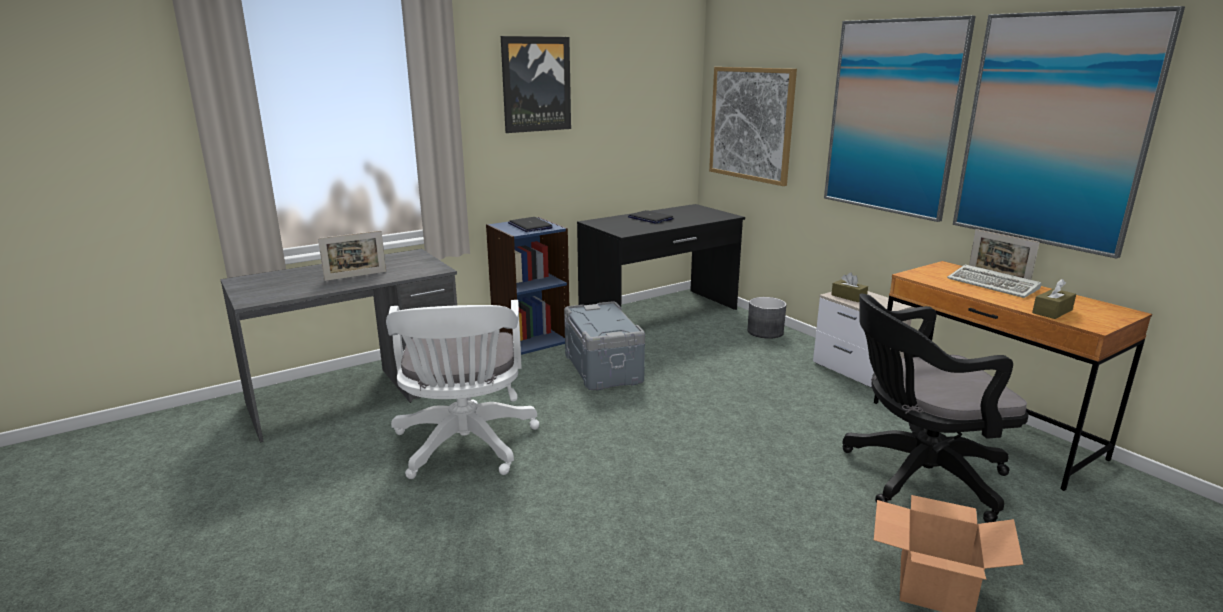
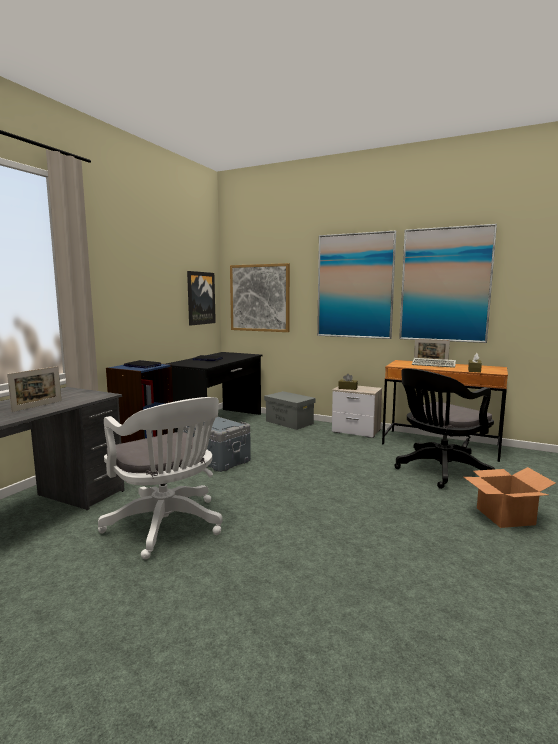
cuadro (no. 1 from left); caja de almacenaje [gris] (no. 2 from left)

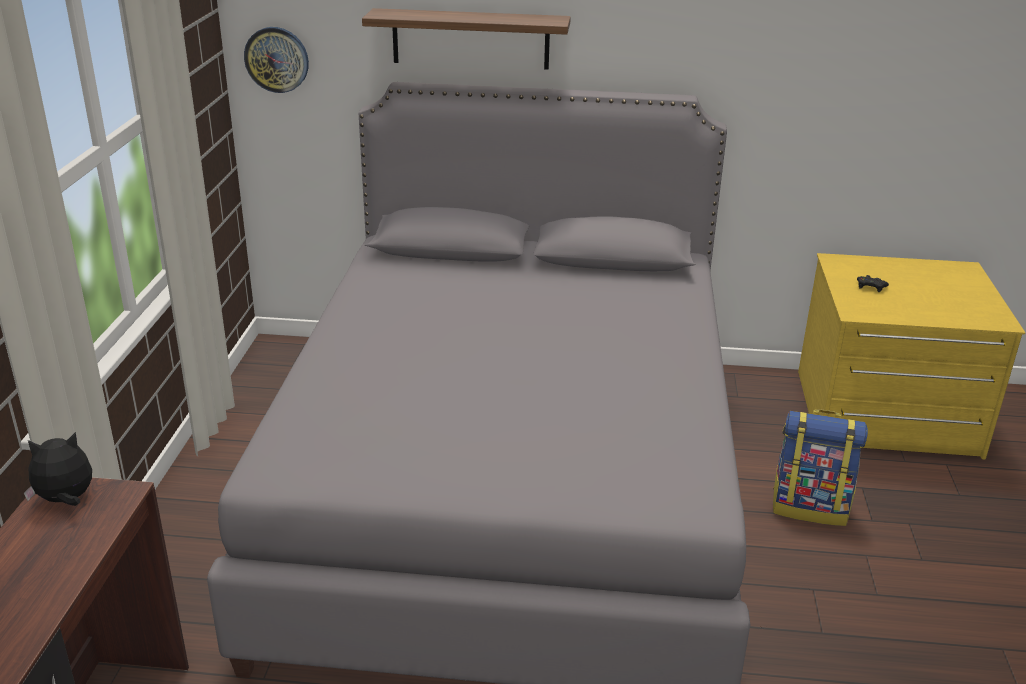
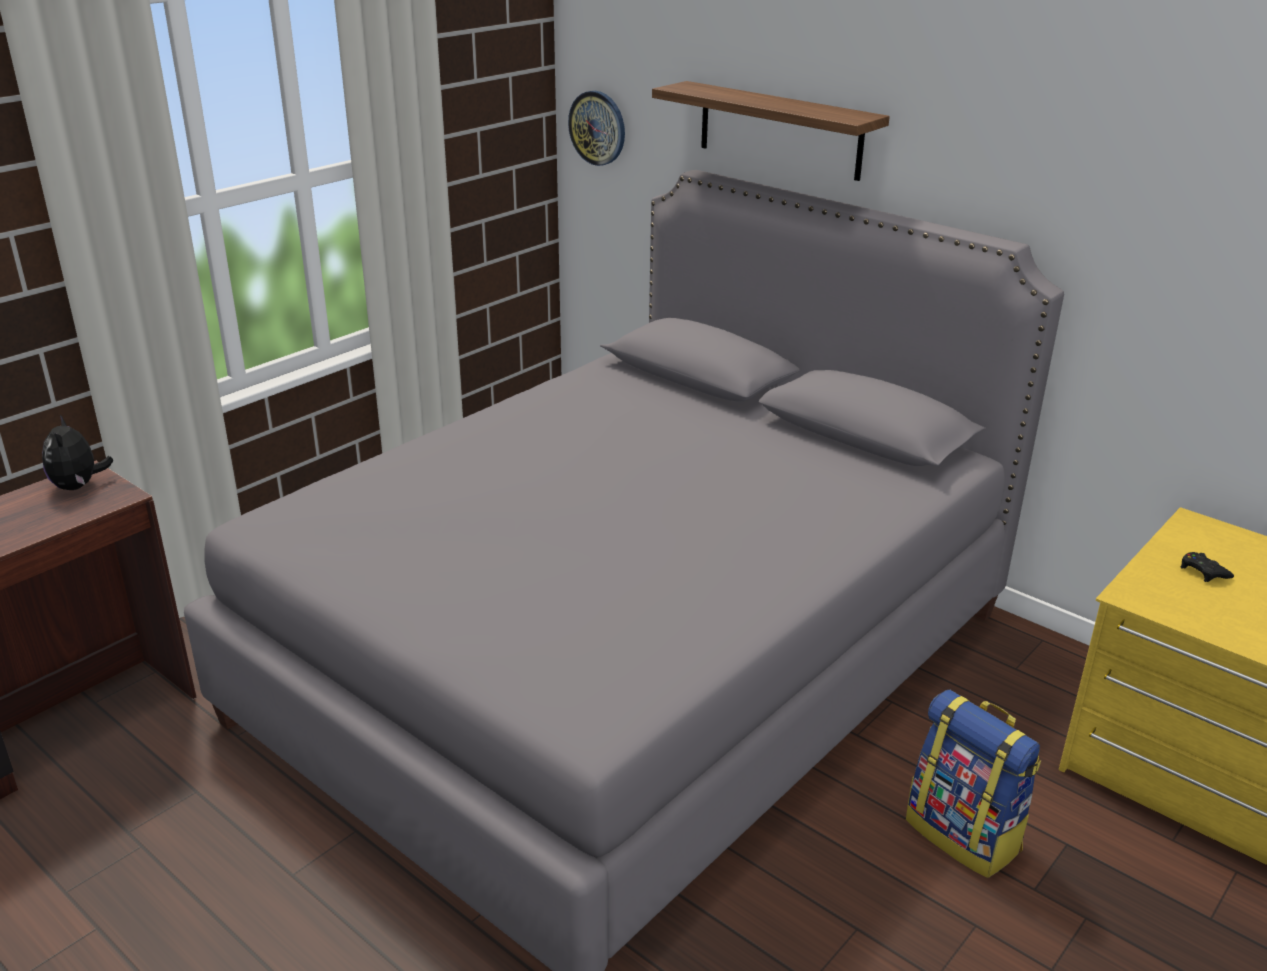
peluche

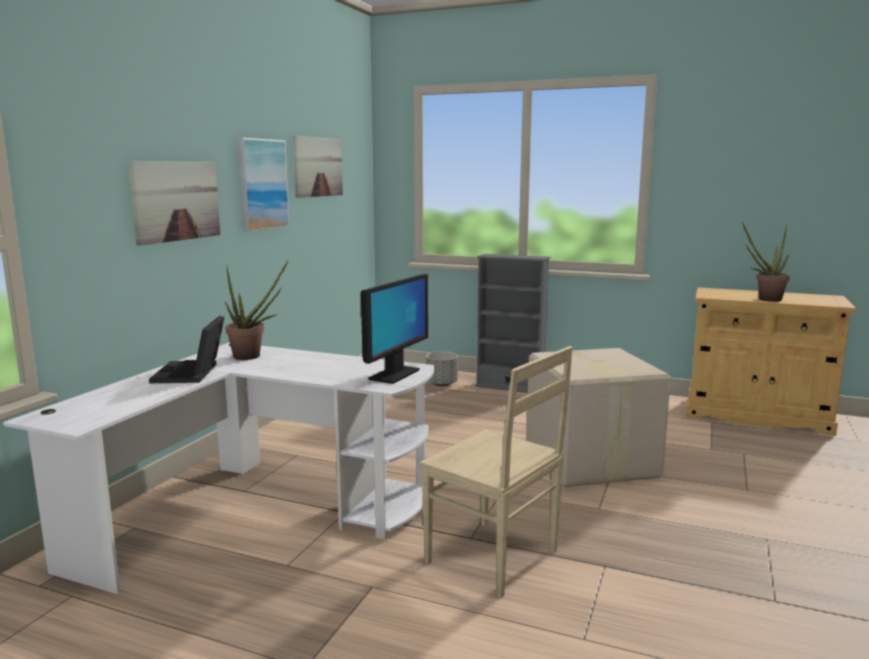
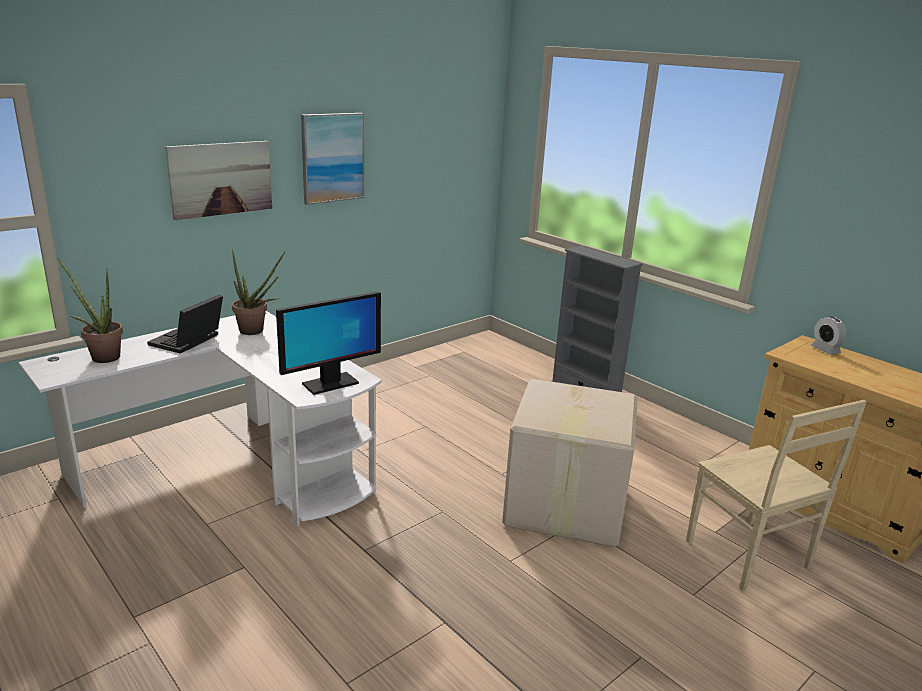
planta en maceta (no. 1 from left); silla [beis]; despertador; cuadro (no. 3 from left in the first image); maceta [gris]

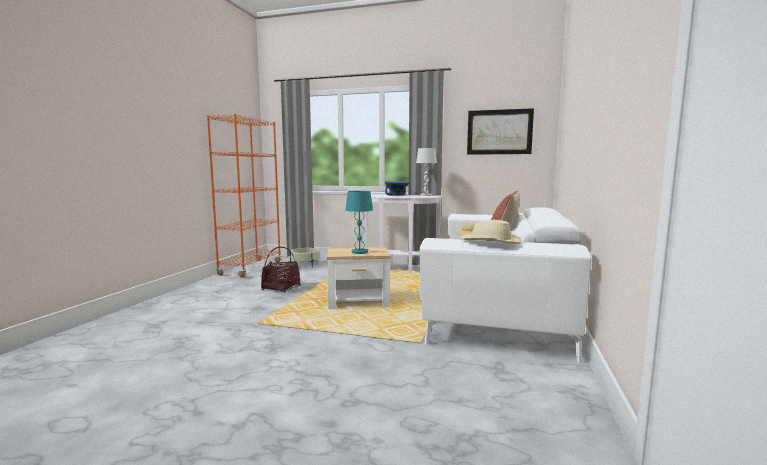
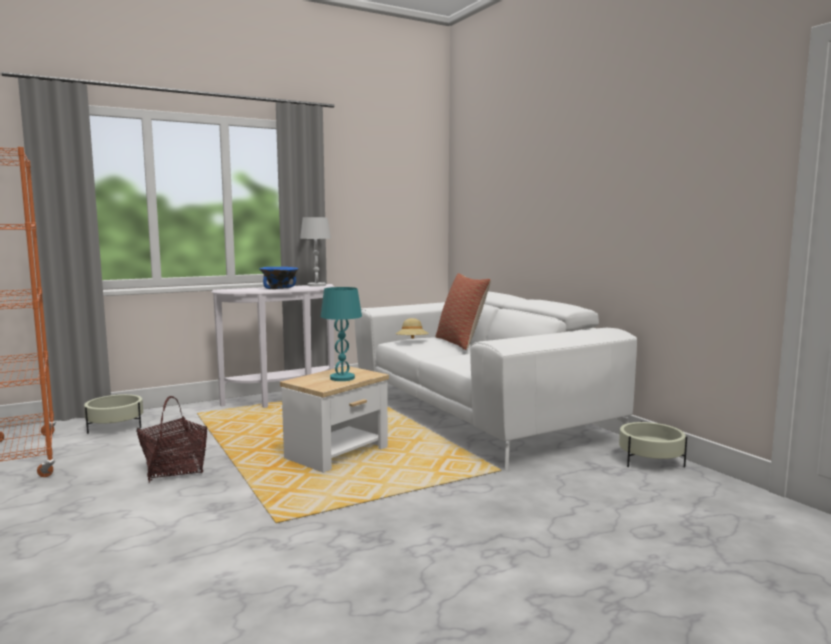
maceta [beis] (no. 2 from left); sombrero [beis] (no. 2 from left in the first image); cuadro

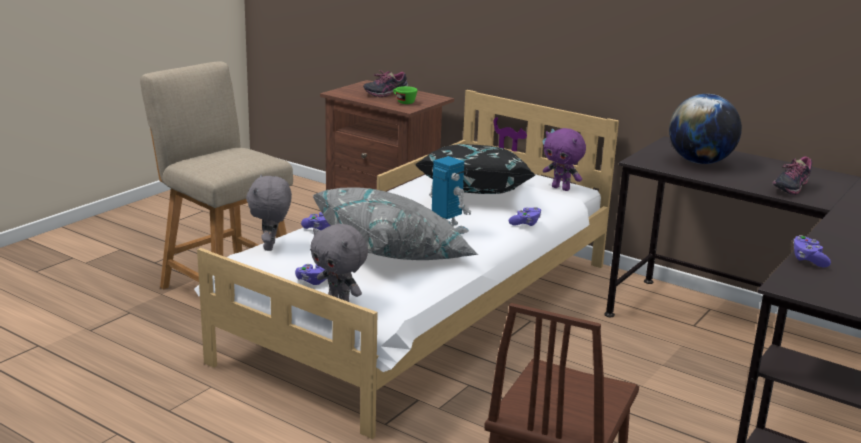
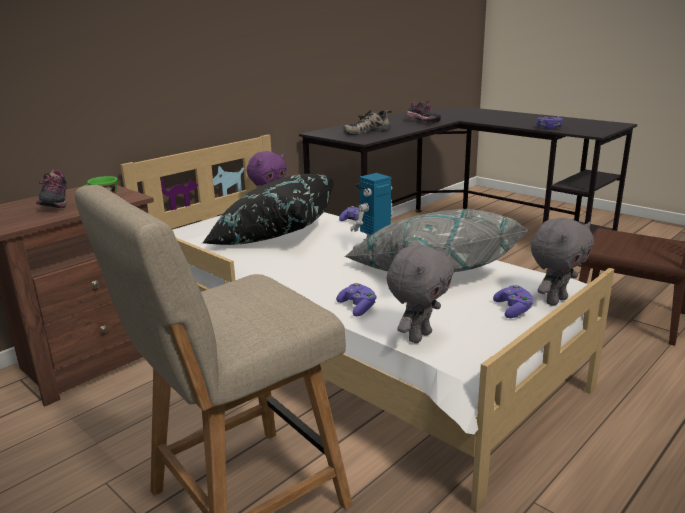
zapato (no. 2 from left); peluche [gris] (no. 1 from left)

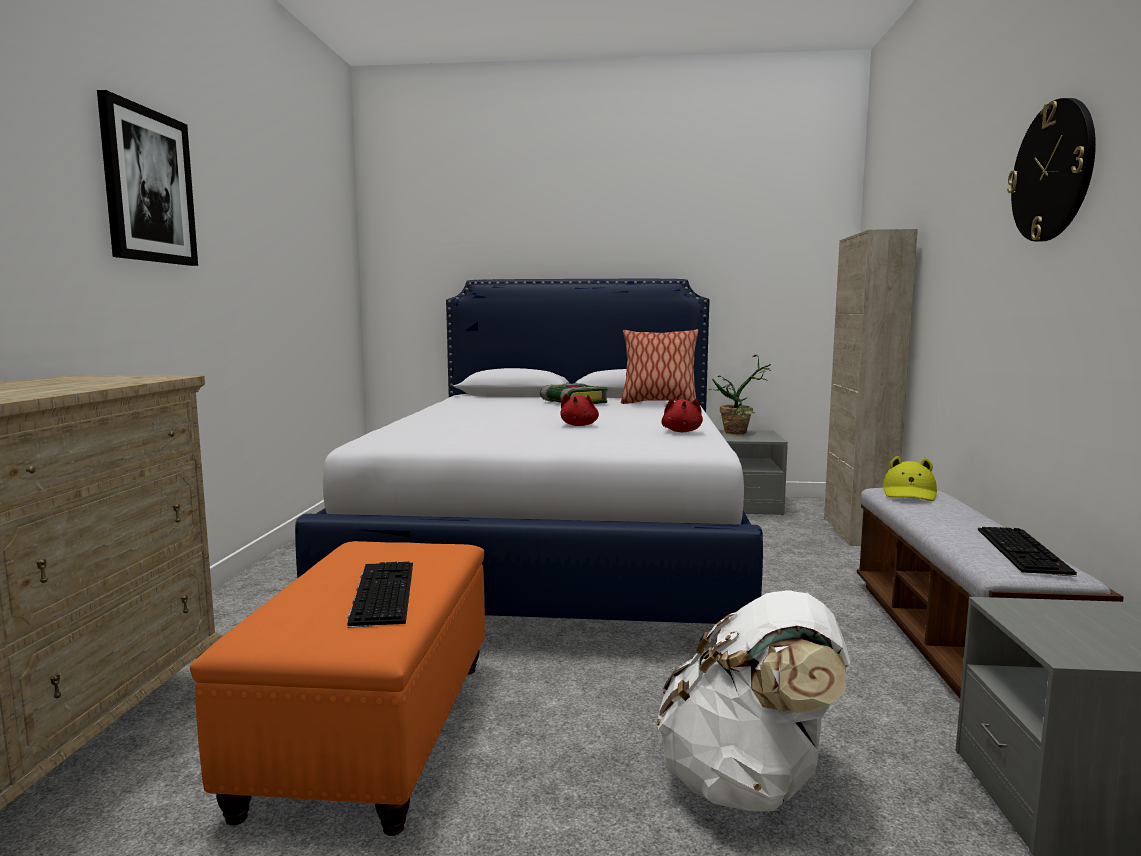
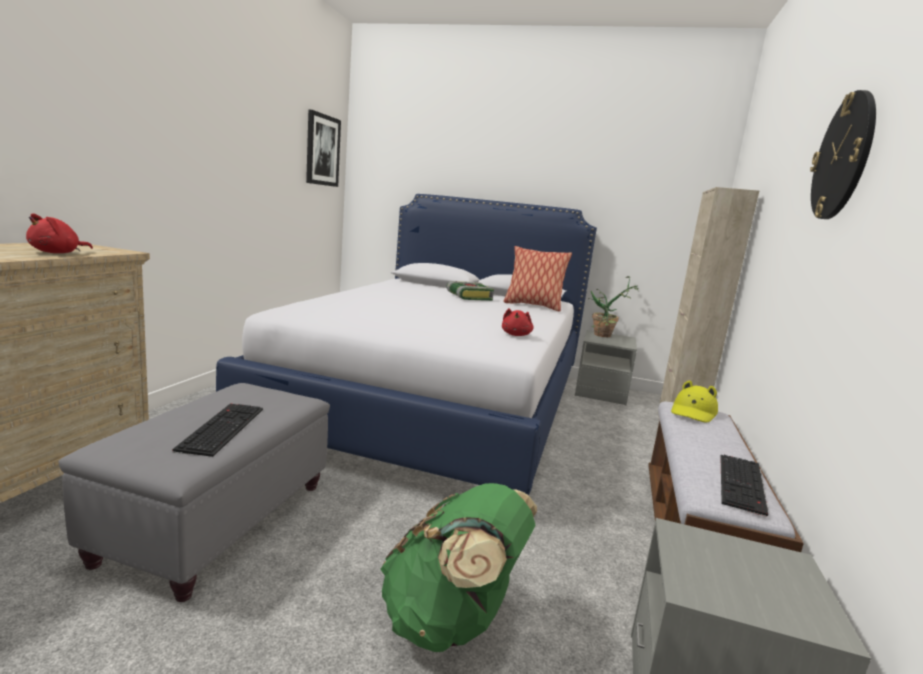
peluche [rojo] (no. 1 from left); puf [gris]; cuadro; mochila [verde]

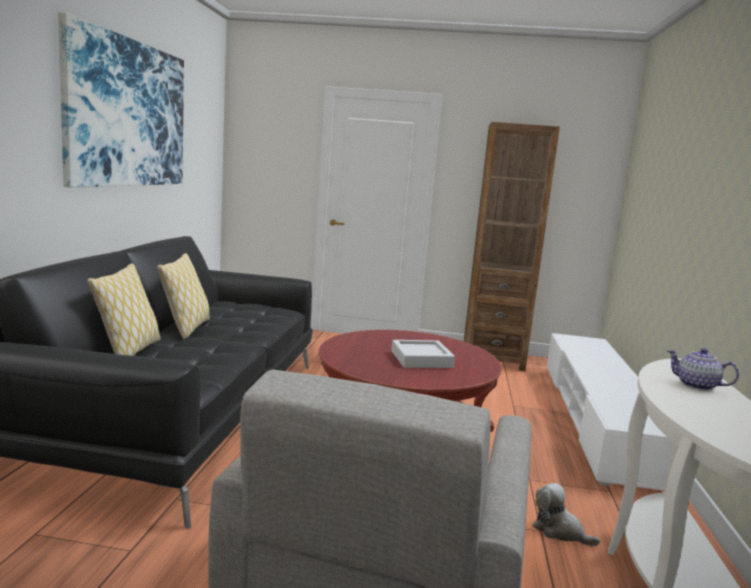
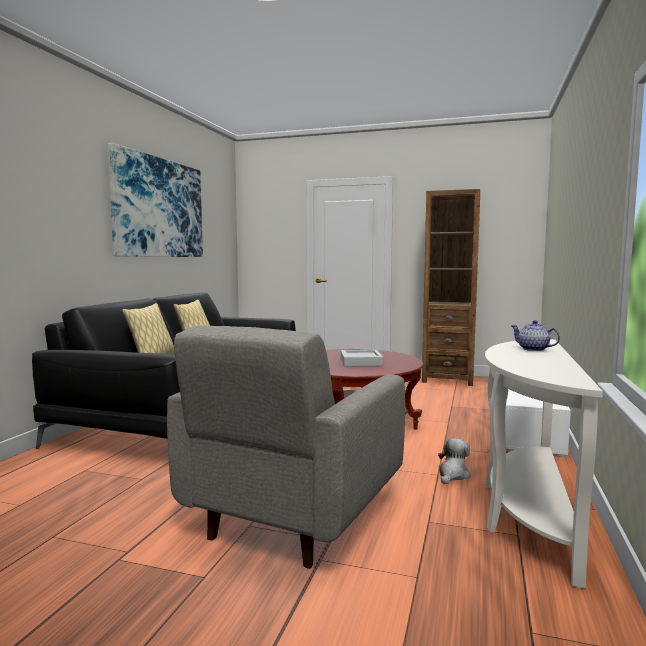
peluche

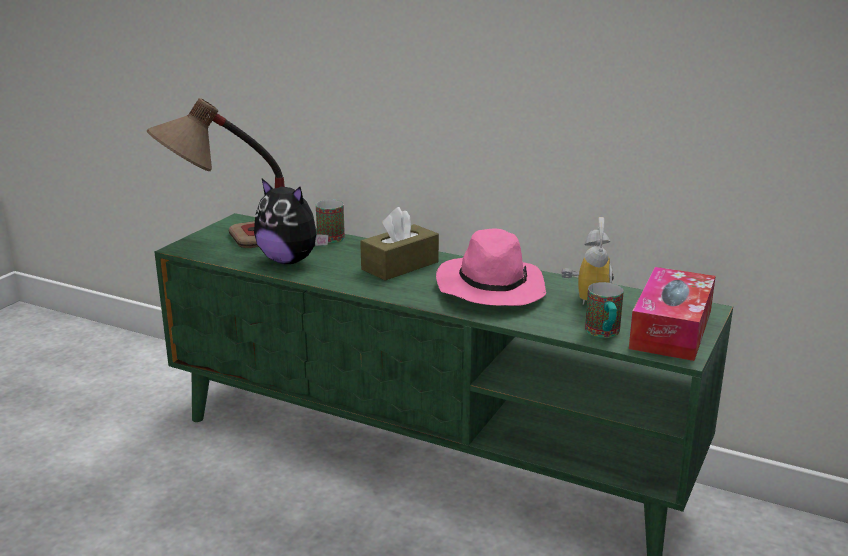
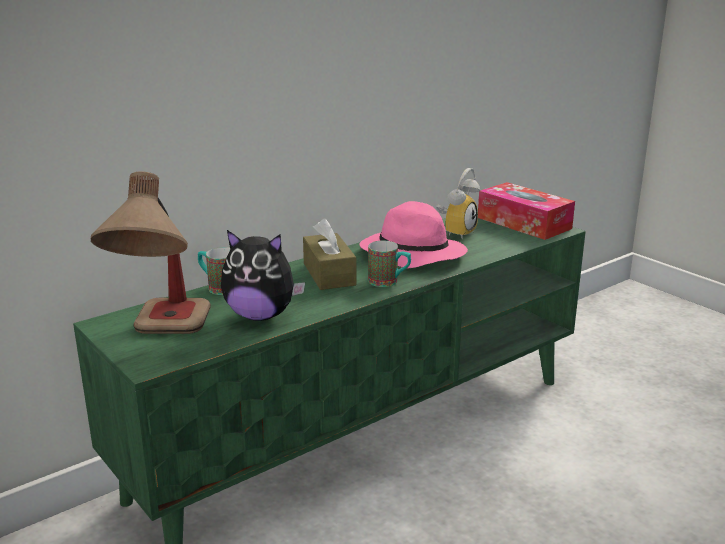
peluche; taza grande (no. 2 from left); despertador

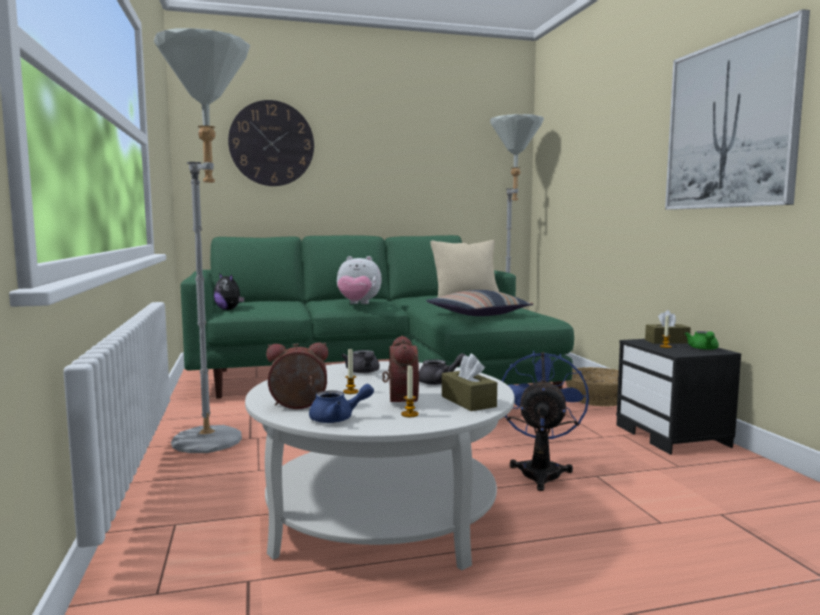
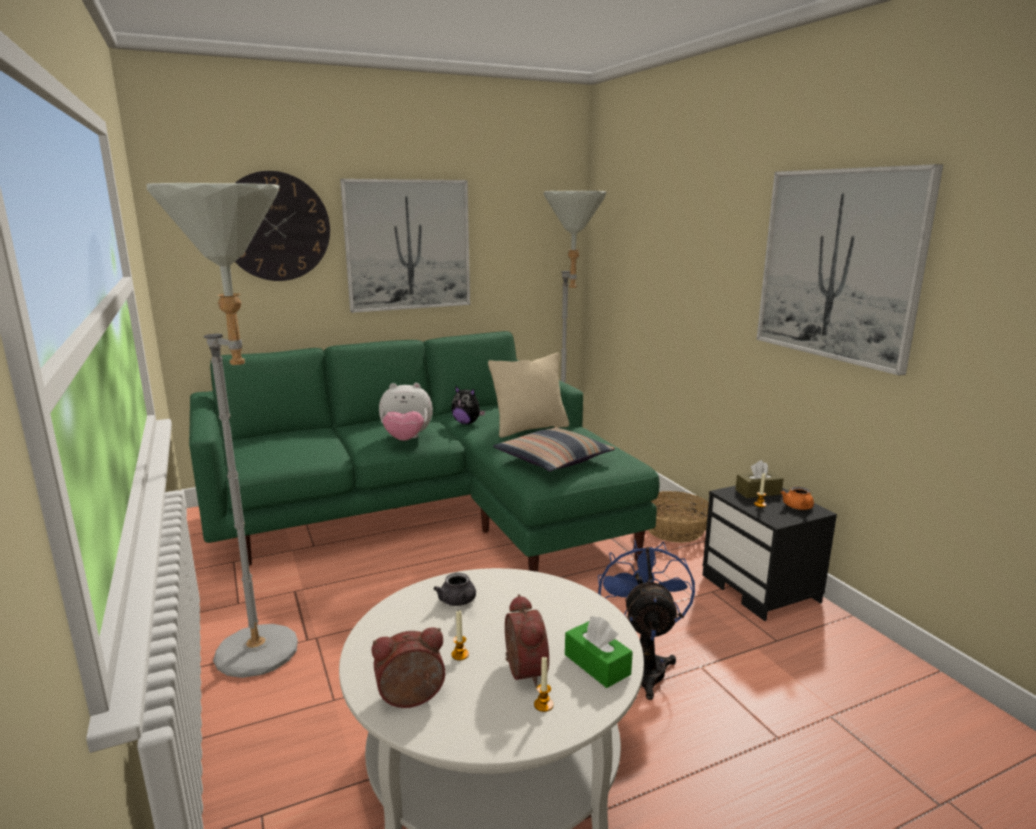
cuadro (no. 1 from left); peluche (no. 2 from left); caja de pañuelos [verde]; tetera [naranja]; tetera [azul]; tetera [gris] (no. 2 from left in the first image)

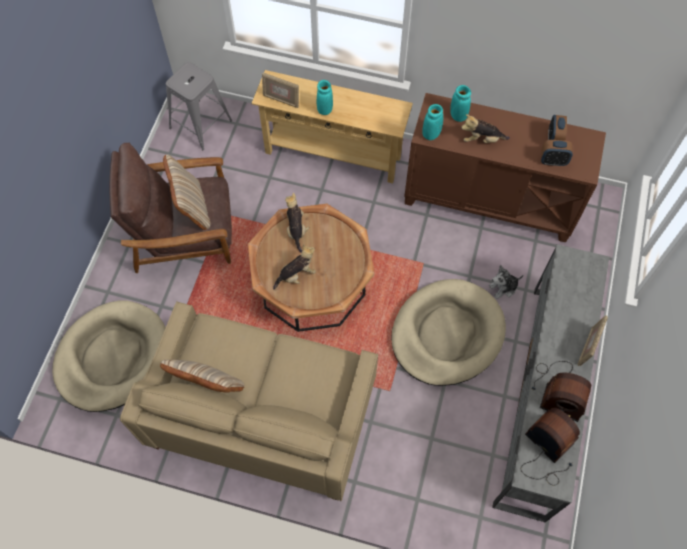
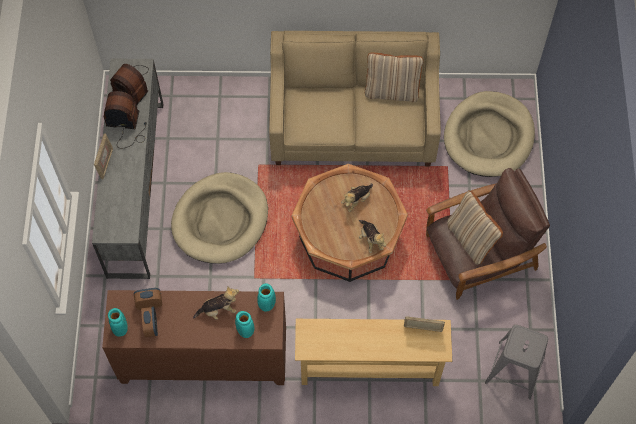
florero [turquesa] (no. 1 from left); peluche (no. 4 from left in the first image)

